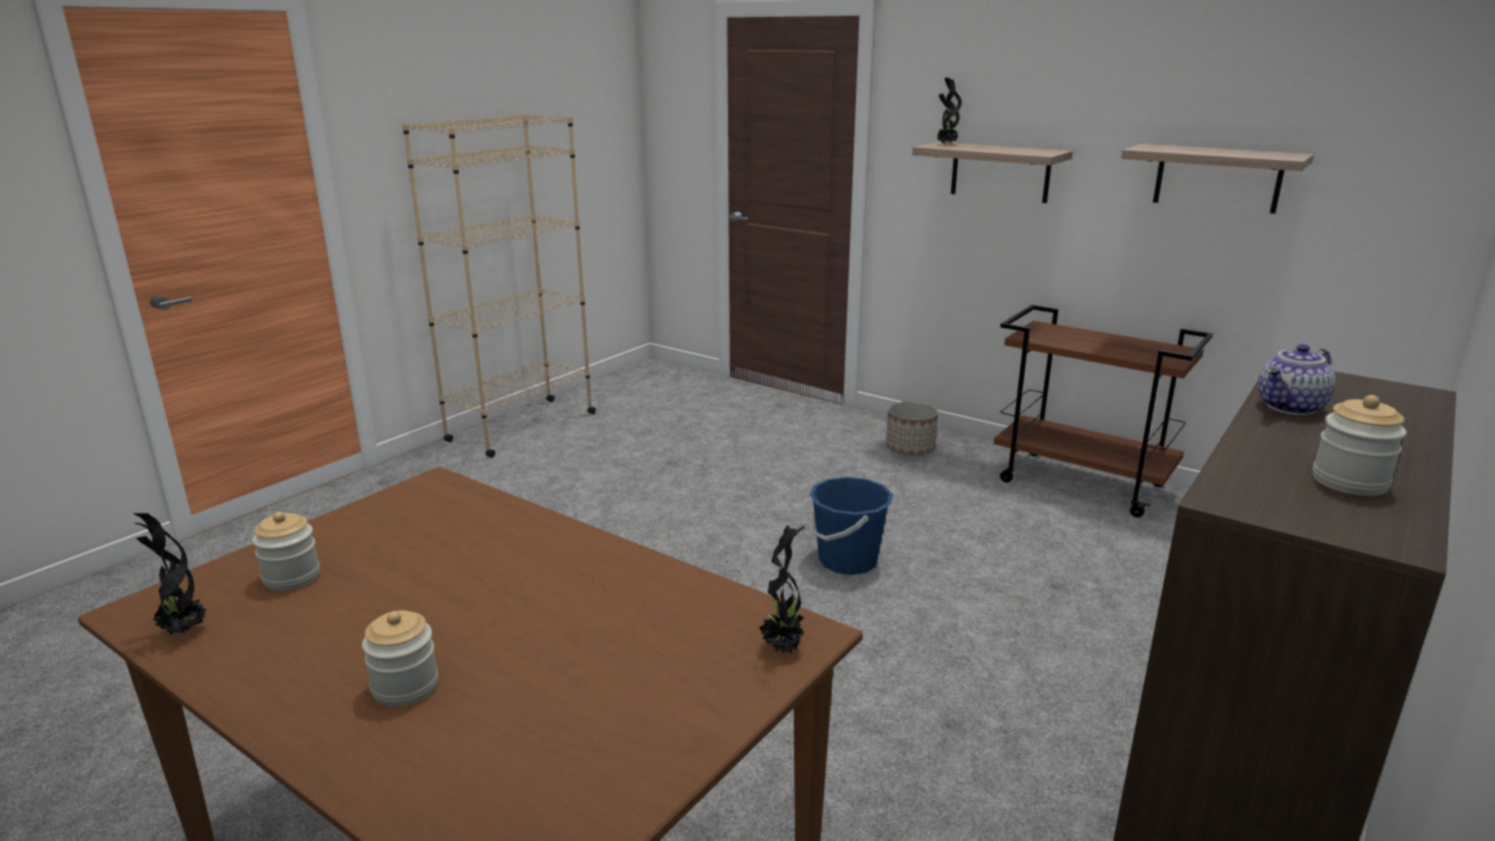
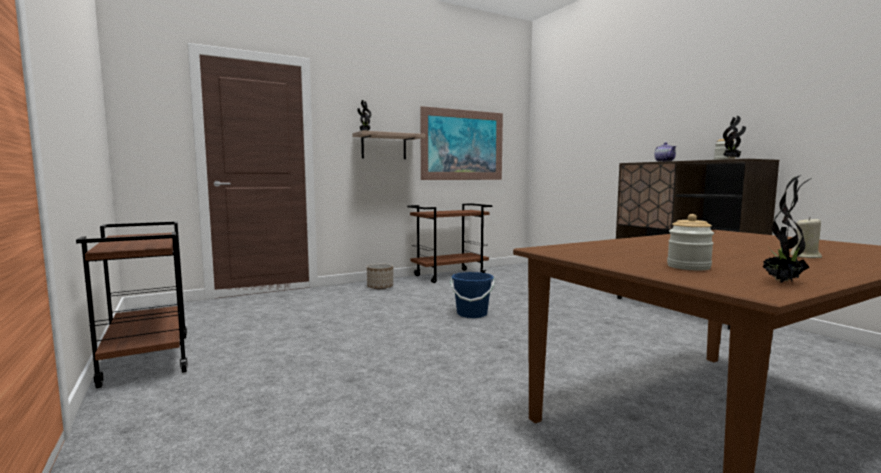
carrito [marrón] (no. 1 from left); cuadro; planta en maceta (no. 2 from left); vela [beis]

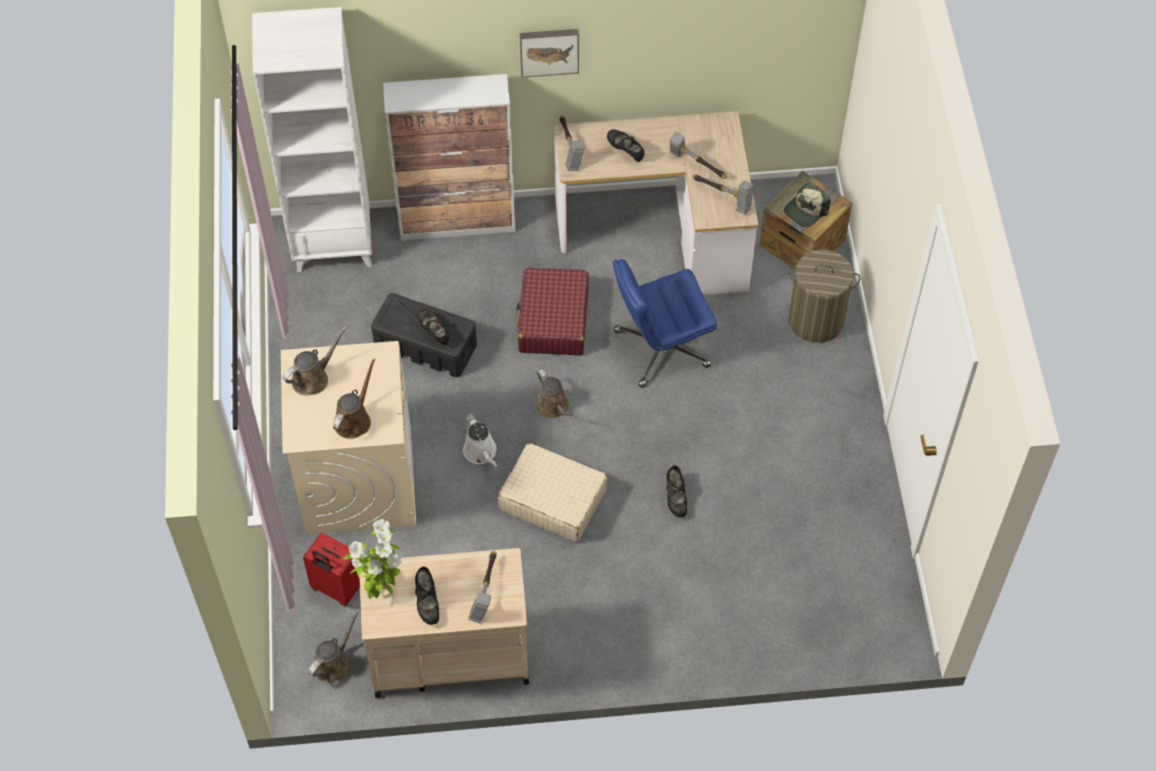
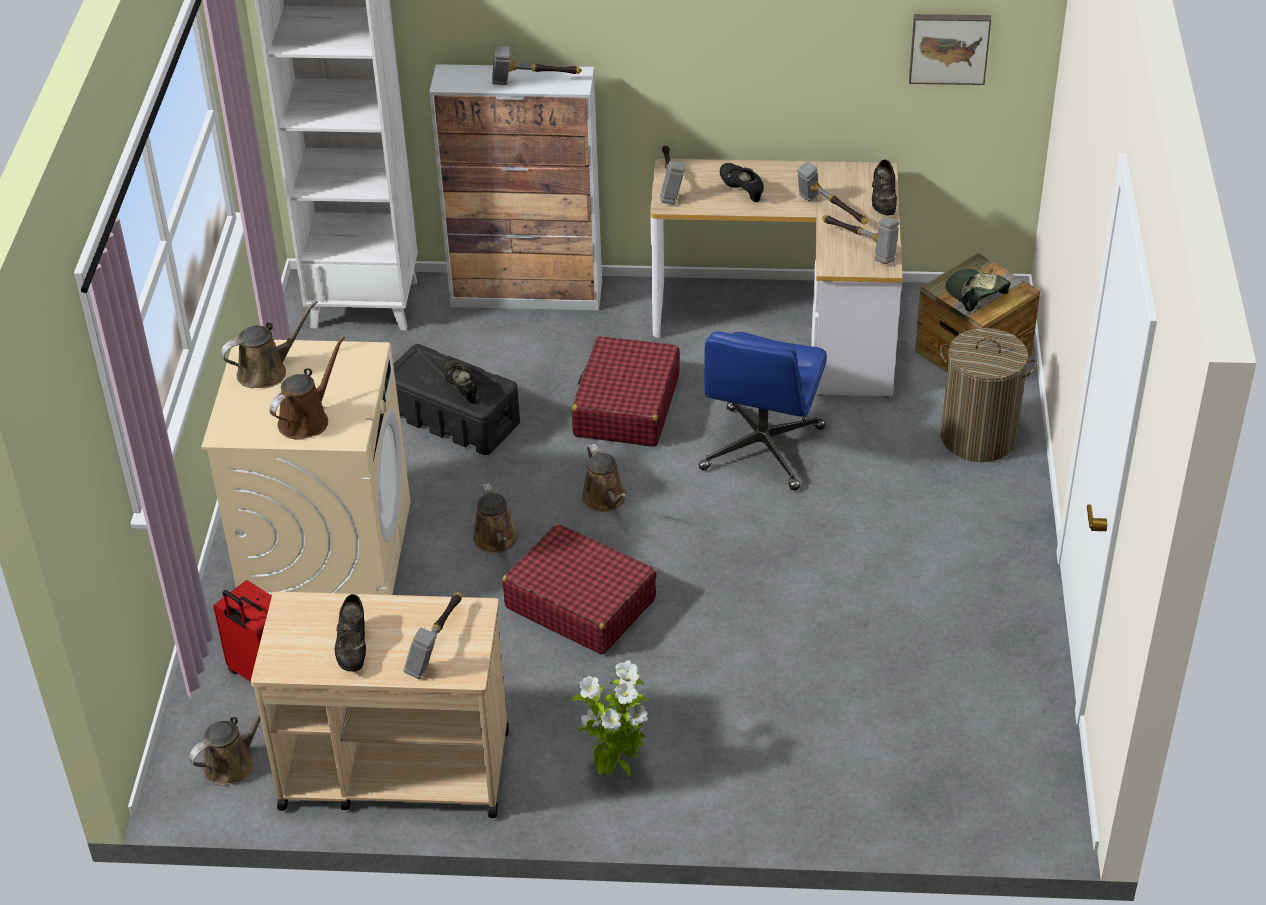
regadera [marrón] (no. 4 from left); martillo (no. 2 from left); maleta [rojo] (no. 2 from left); planta en maceta; silla de oficina [azul]; zapato [negro] (no. 4 from left); cuadro; gorra

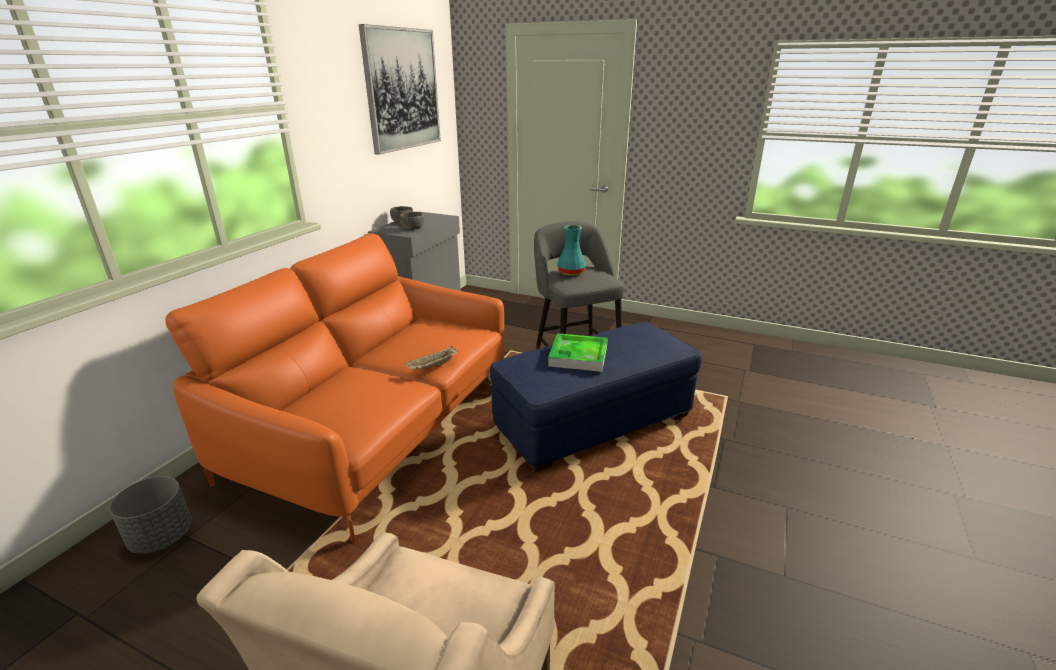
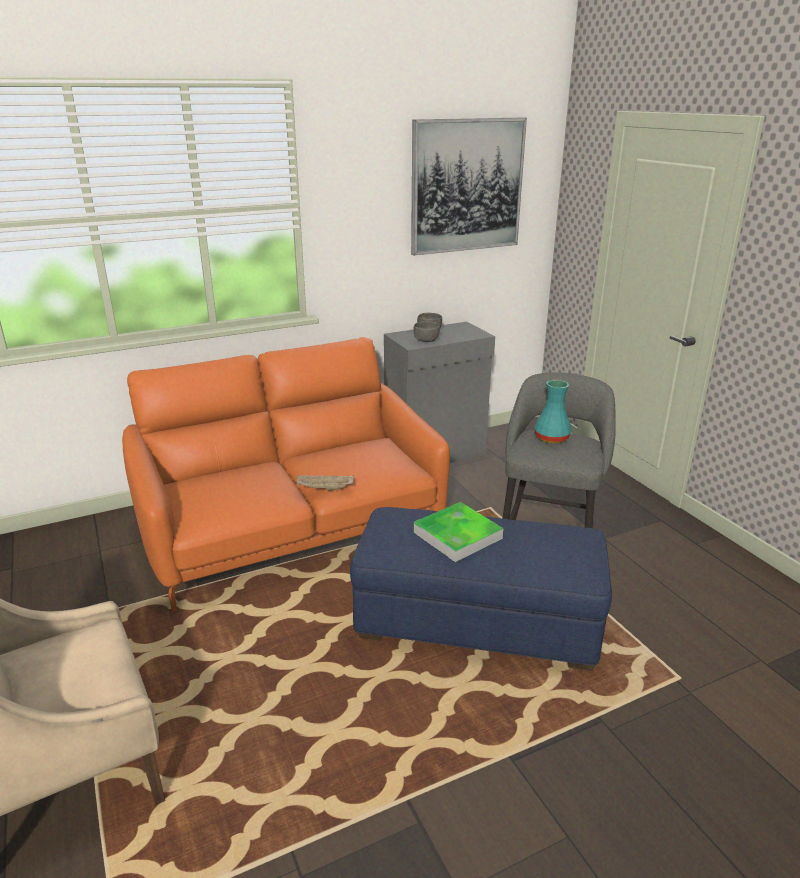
maceta [gris]

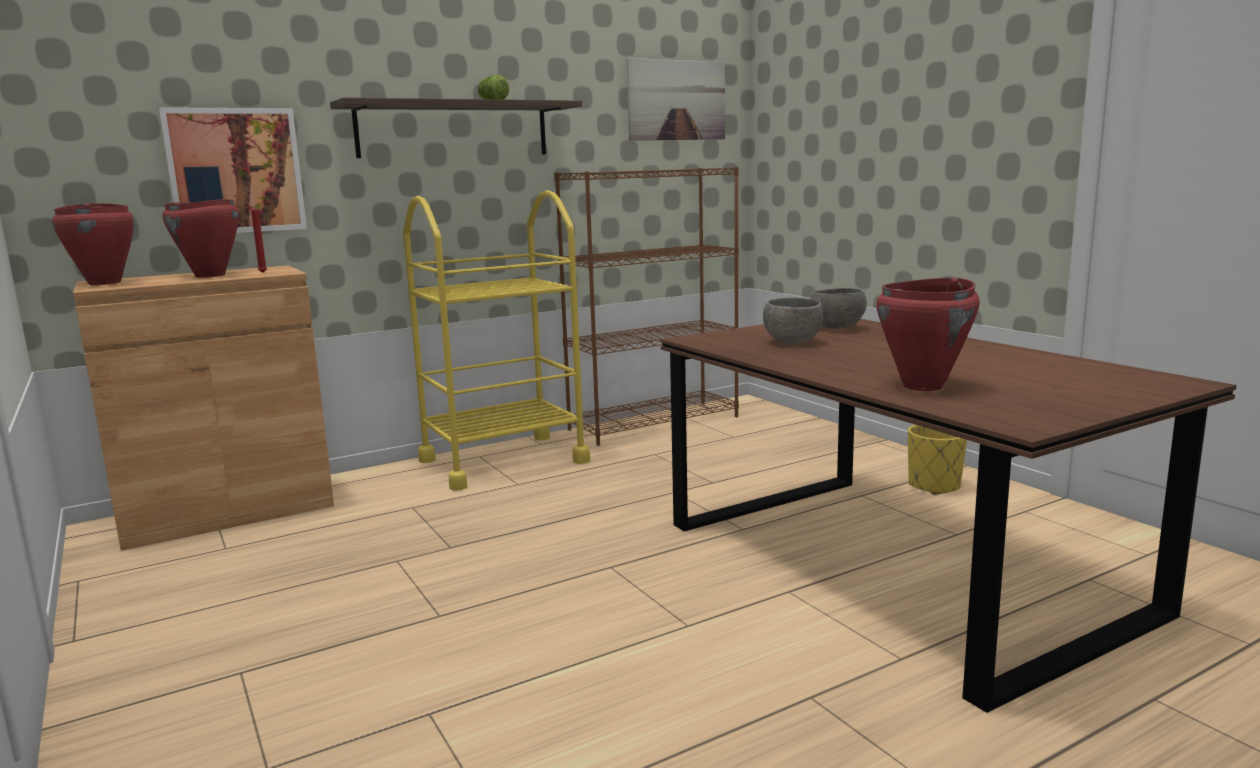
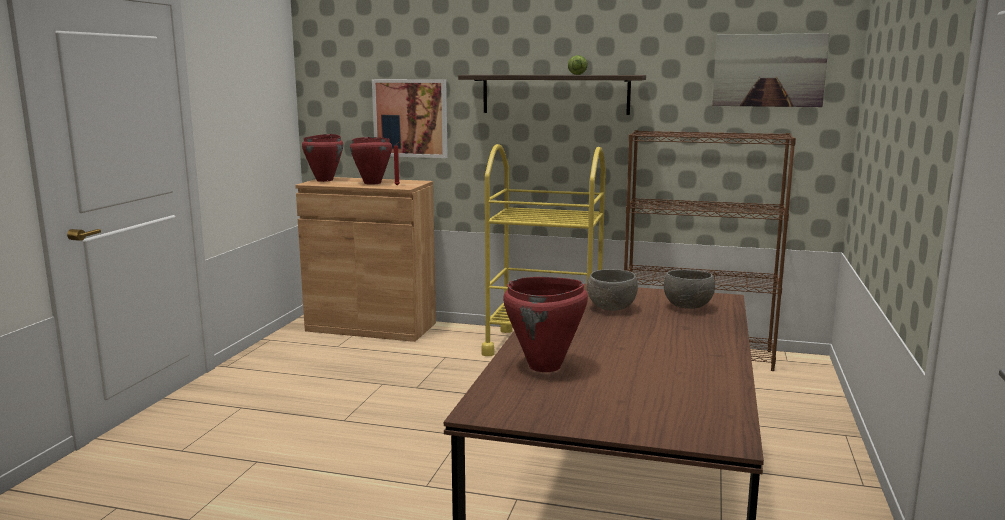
maceta [amarillo]

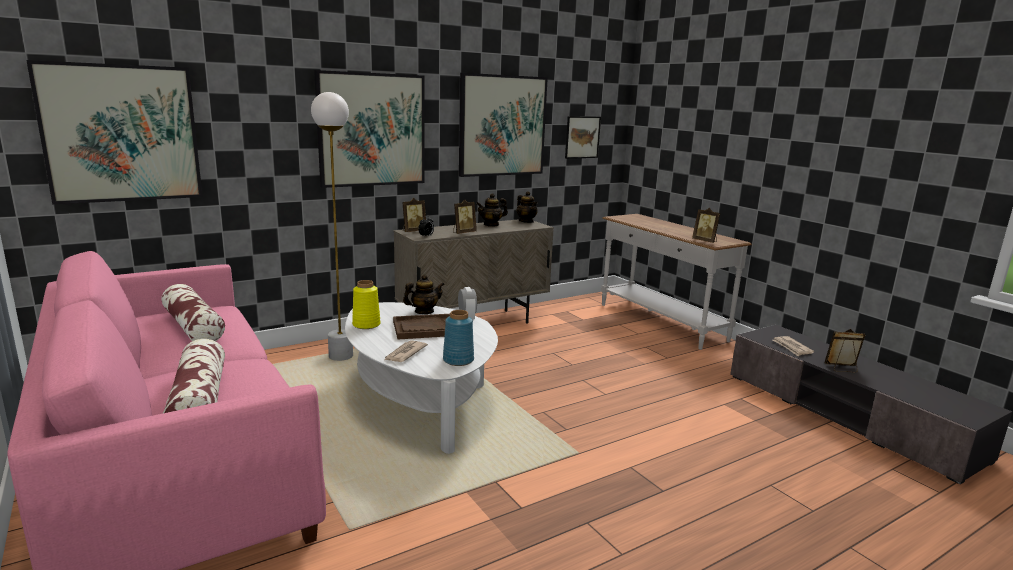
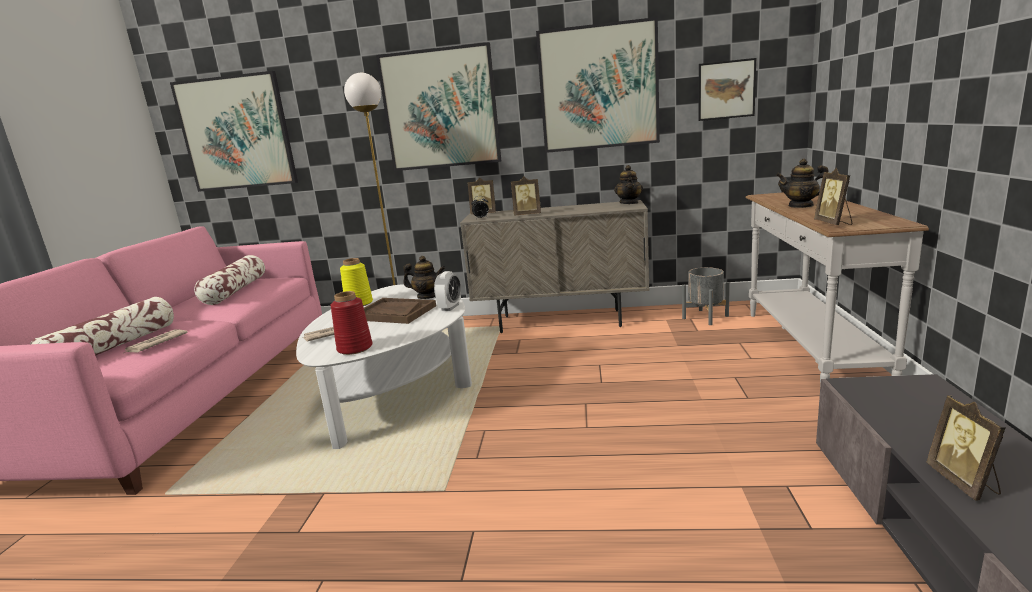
periódico (no. 1 from left); florero [rojo]; maceta [gris]; tetera (no. 3 from left); portarretratos (no. 4 from left)

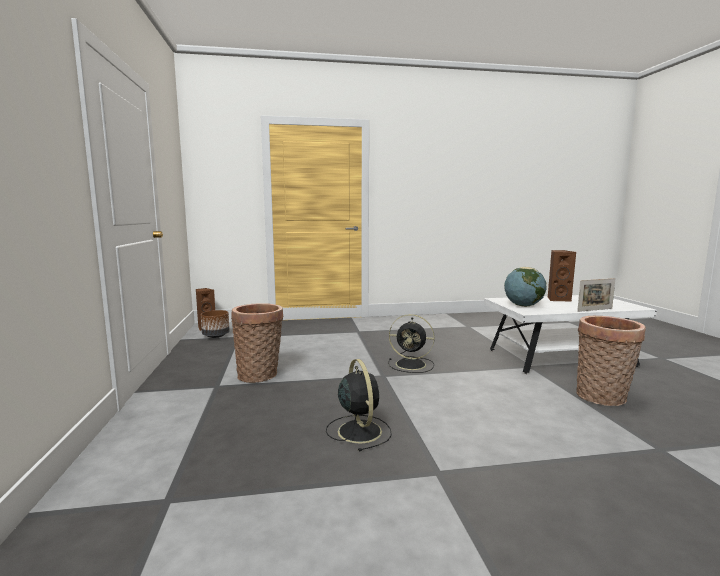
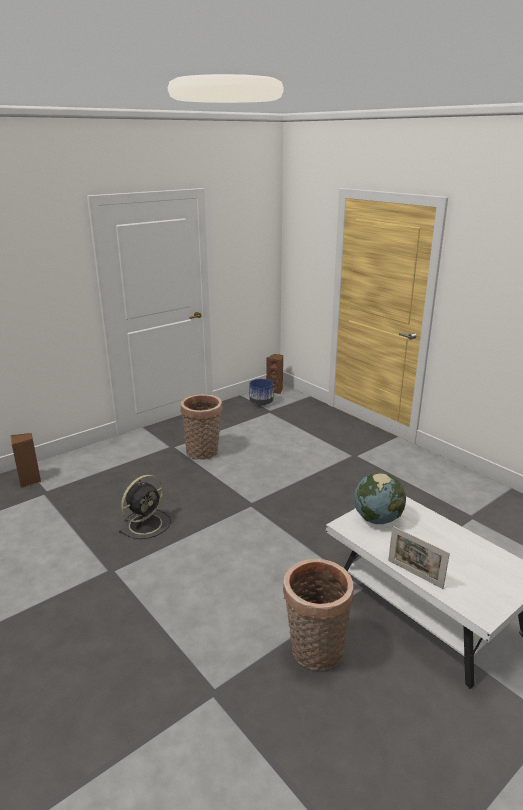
altavoz [marrón] (no. 1 from left); maceta [azul]; ventilador [negro] (no. 2 from left in the first image)

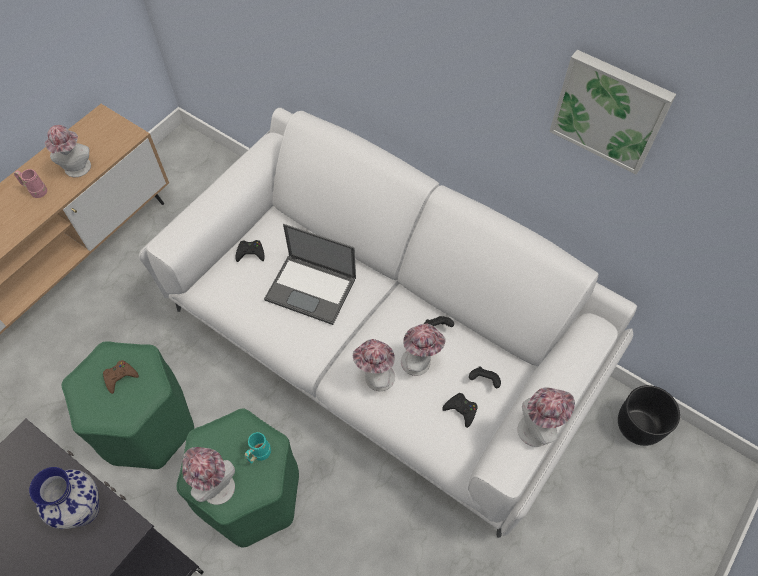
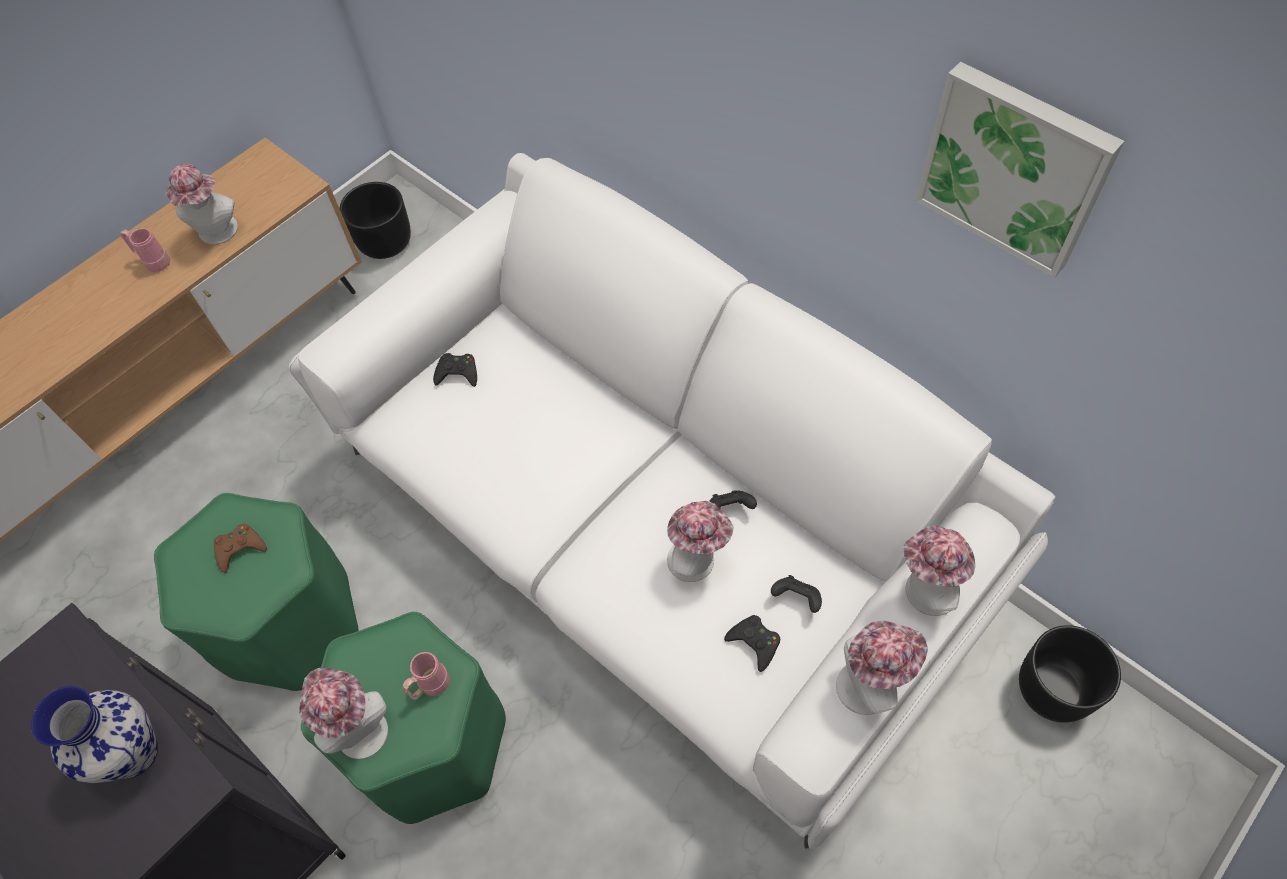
maceta [negro] (no. 1 from left); taza grande [rosa] (no. 2 from left); sombrero (no. 5 from left); portátil

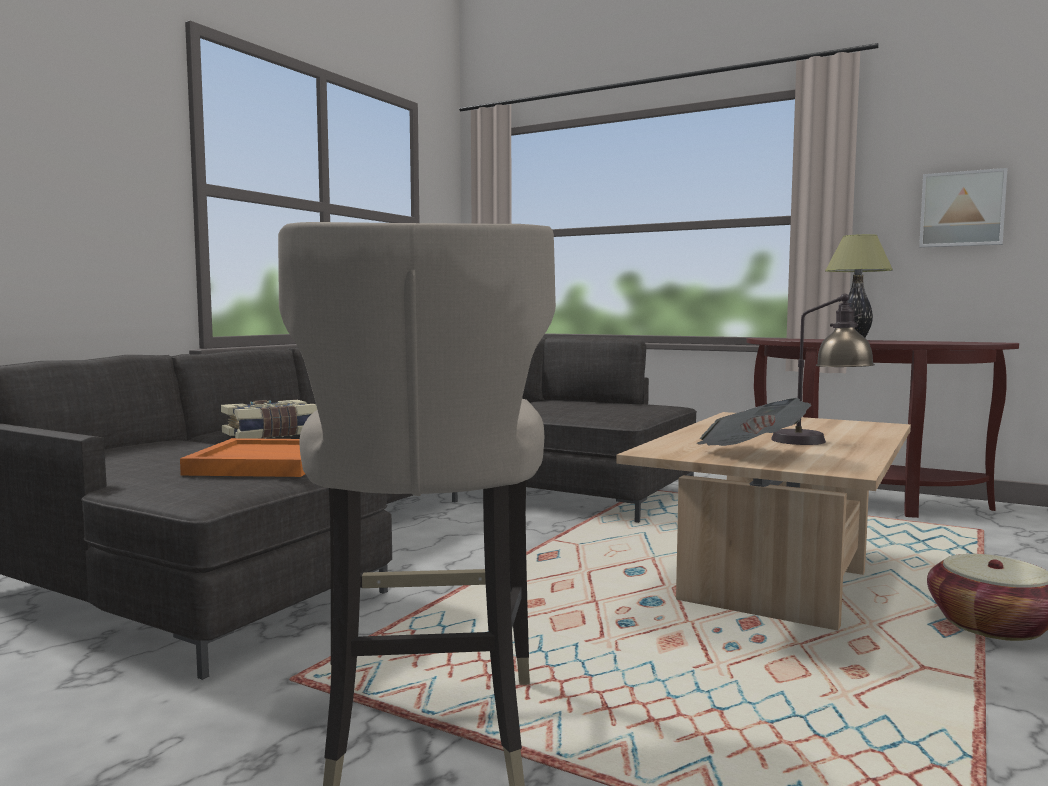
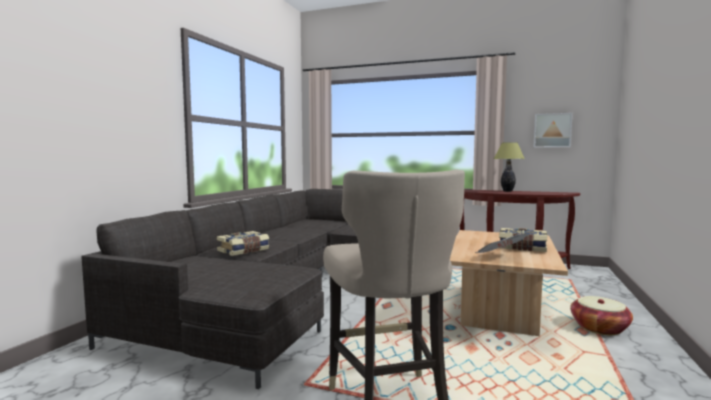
libro (no. 2 from left); bandeja [naranja]

